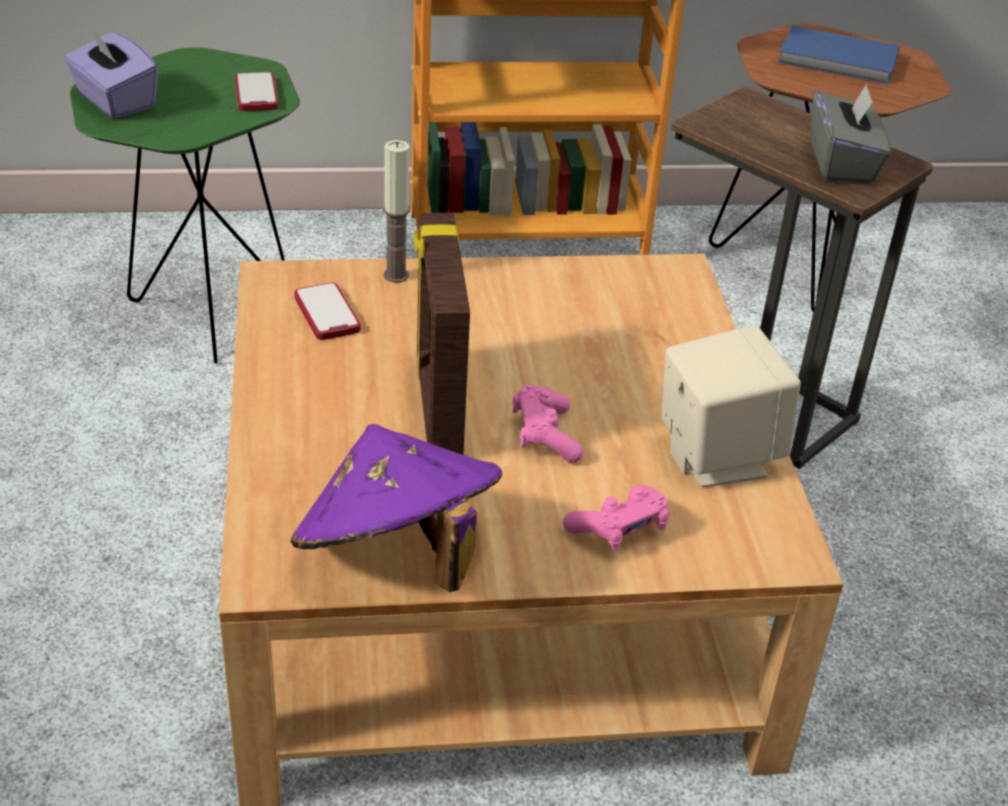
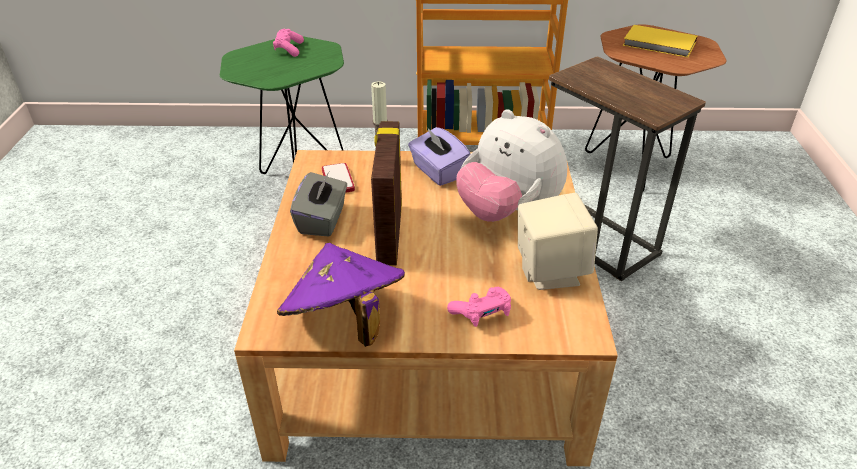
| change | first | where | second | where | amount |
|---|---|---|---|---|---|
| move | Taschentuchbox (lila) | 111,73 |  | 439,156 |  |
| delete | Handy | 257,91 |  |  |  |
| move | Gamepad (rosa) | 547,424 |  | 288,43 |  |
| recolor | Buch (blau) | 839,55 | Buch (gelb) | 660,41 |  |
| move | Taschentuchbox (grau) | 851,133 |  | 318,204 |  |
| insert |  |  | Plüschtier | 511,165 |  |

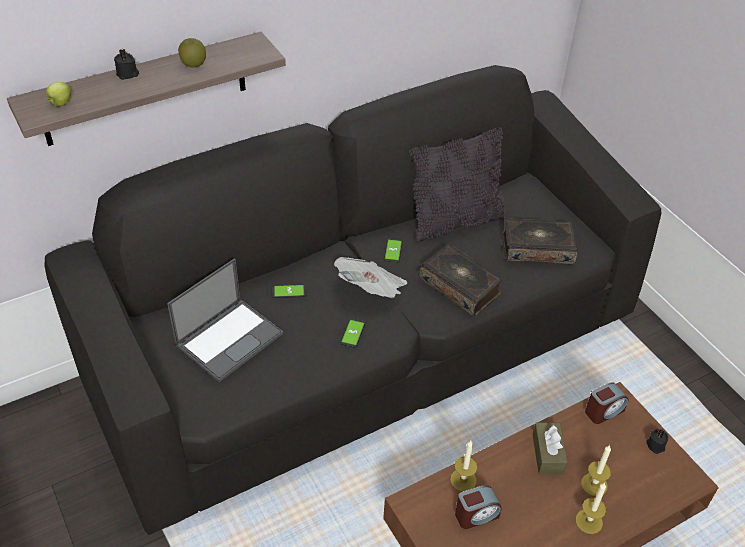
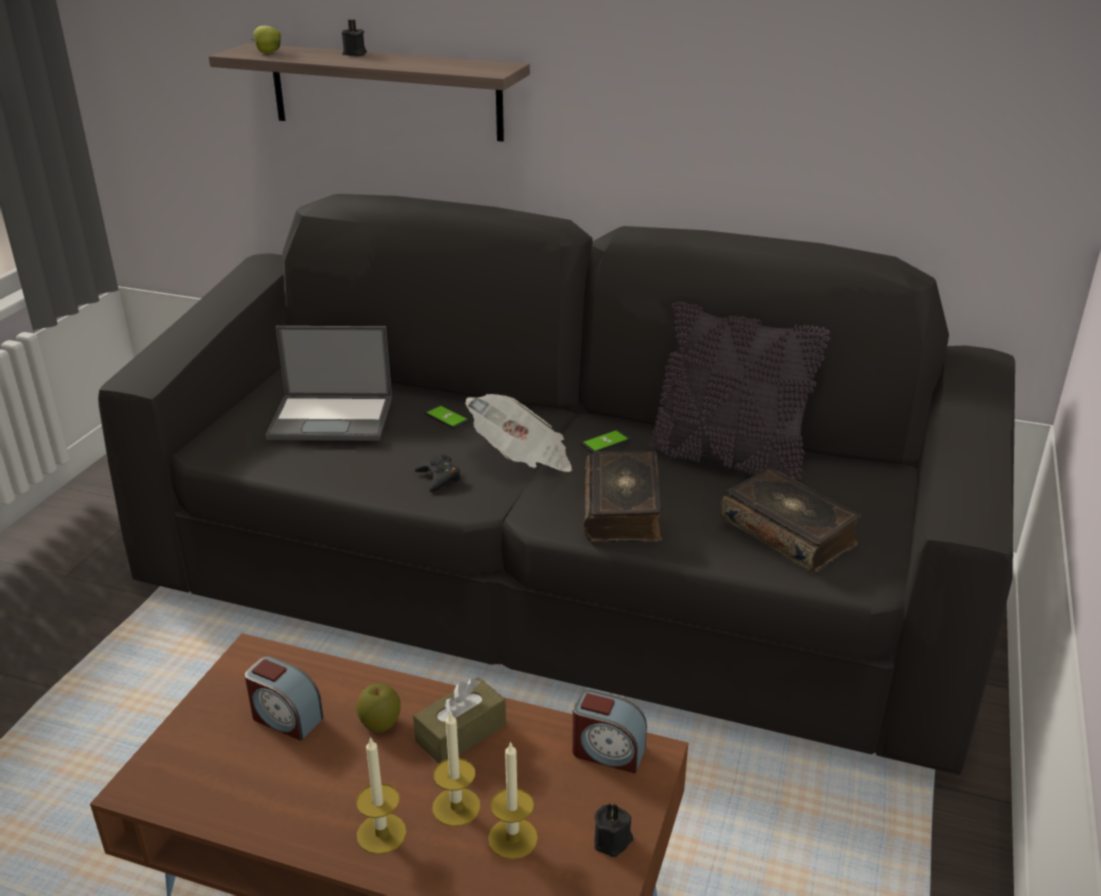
| change | first | where | second | where | amount |
|---|---|---|---|---|---|
| move | Apfel | 192,53 |  | 378,707 |  |
| replace | Handy | 353,333 | Gamepad (schwarz) | 437,473 |  |
| move | Kerze | 463,466 |  | 513,800 |  |

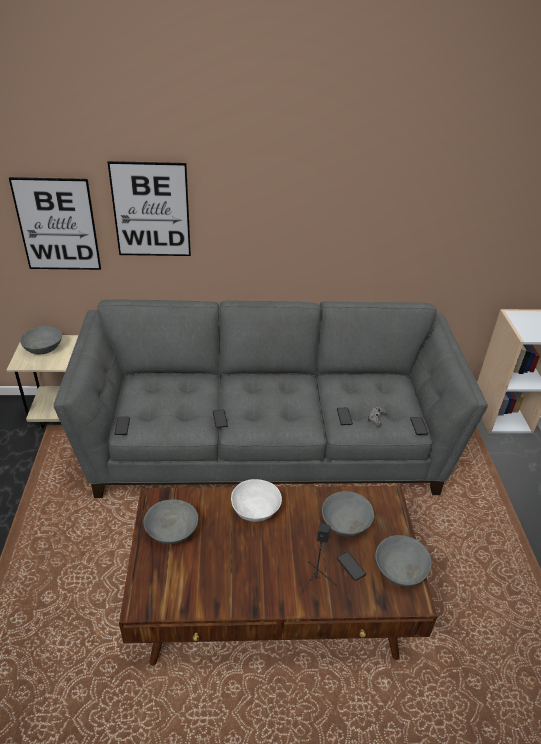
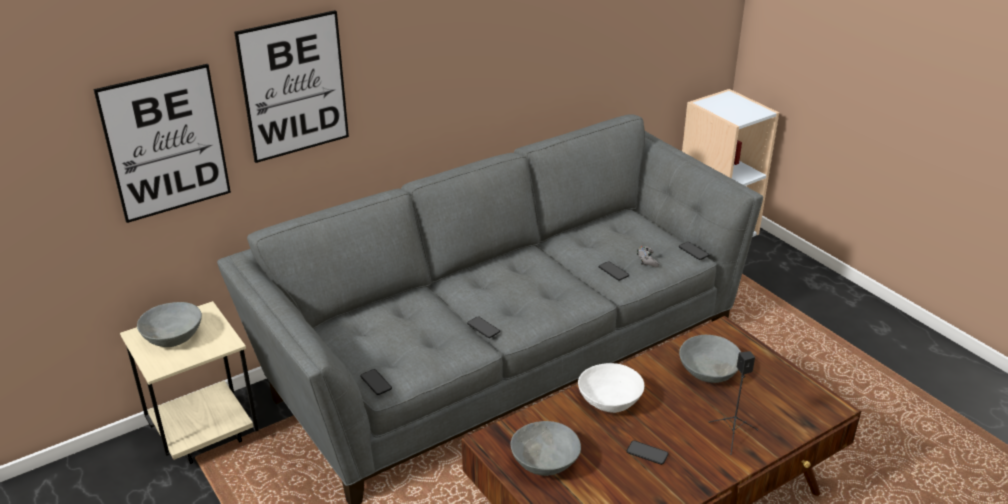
| change | first | where | second | where | amount |
|---|---|---|---|---|---|
| move | Handy | 351,566 |  | 648,452 |  |
| delete | Schüssel (grau) | 403,561 |  |  |  |

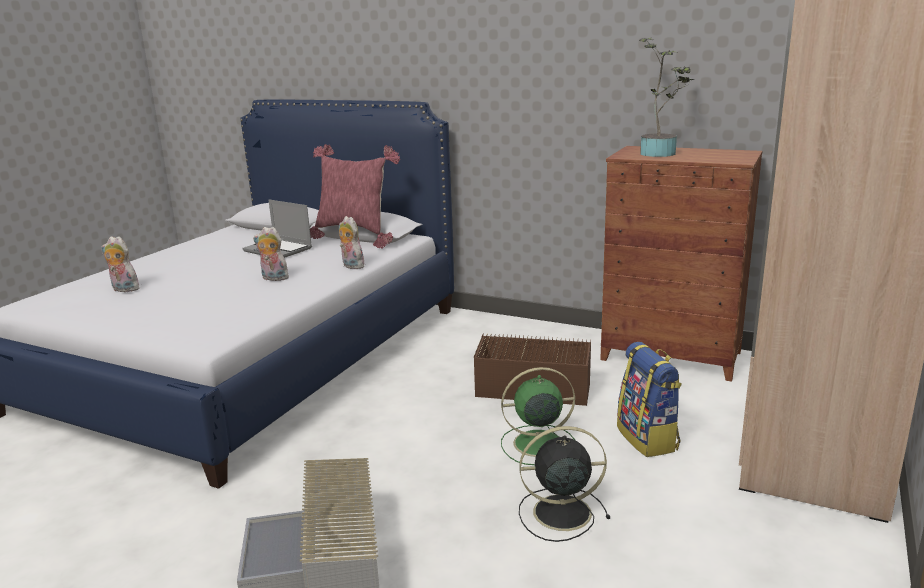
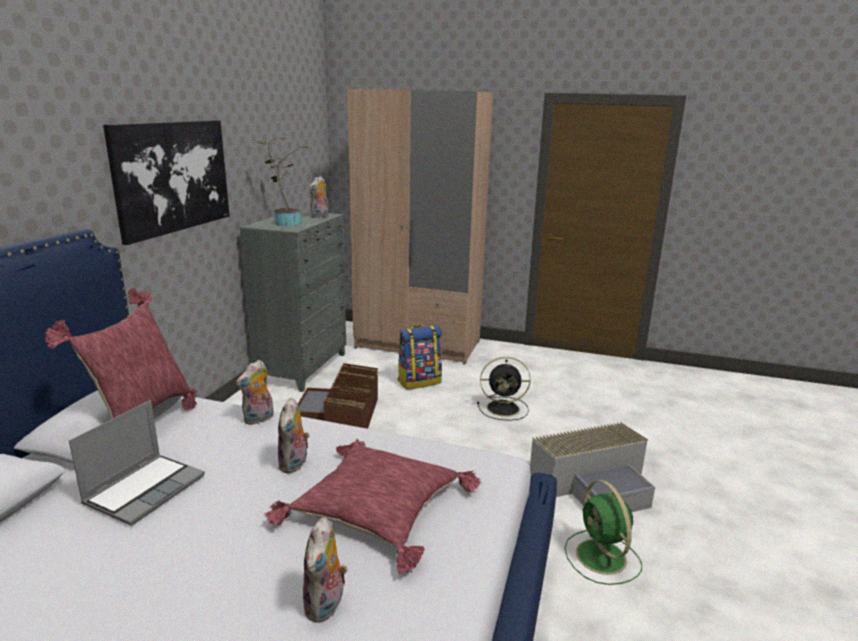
| change | first | where | second | where | amount |
|---|---|---|---|---|---|
| move | Ventilator (grün) | 538,416 |  | 603,532 |  |
| rotate | Ventilator (schwarz) | 564,484 |  | 504,389 | 75 degrees counterclockwise |
| recolor | Kommode (braun) | 681,264 | Kommode (grau) | 293,301 |  |
| insert |  |  | Bild | 166,182 |  |
| insert |  |  | Kissen (rot) | 372,506 |  |
| insert |  |  | Plüschtier | 319,197 |  |

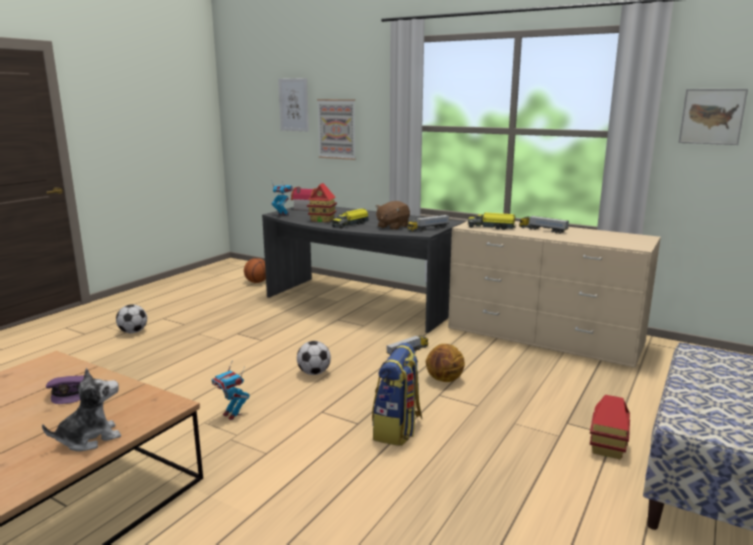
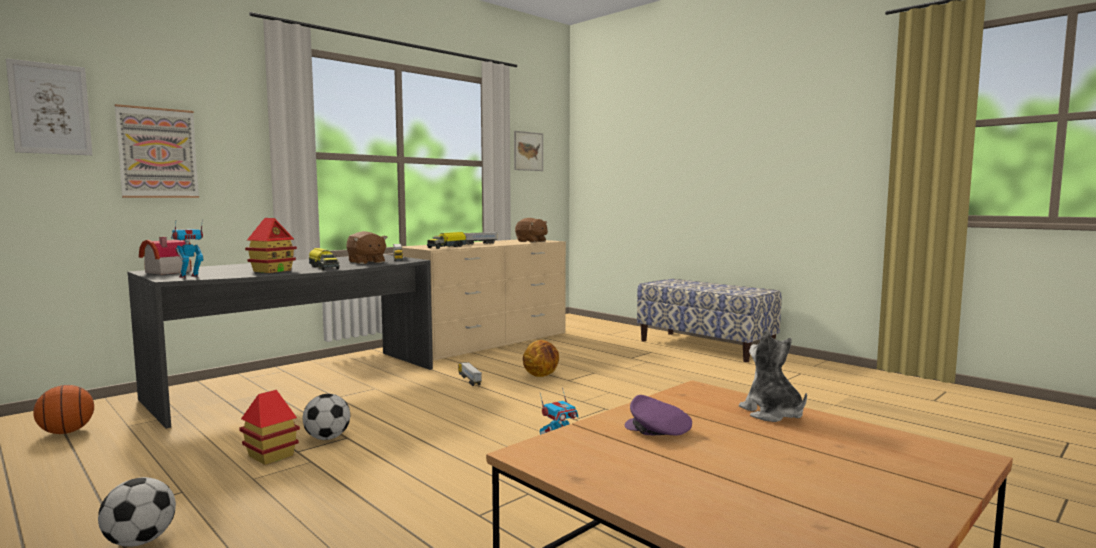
| change | first | where | second | where | amount |
|---|---|---|---|---|---|
| rotate | Kappe (lila) | 65,390 |  | 658,415 | 135 degrees counterclockwise |
| move | Fußball | 314,358 |  | 326,417 |  |
| delete | Rucksack | 397,394 |  |  |  |
| move | Spielzeughaus | 610,427 |  | 269,427 |  |
| insert |  |  | Plüschtier (braun) | 531,230 |  |

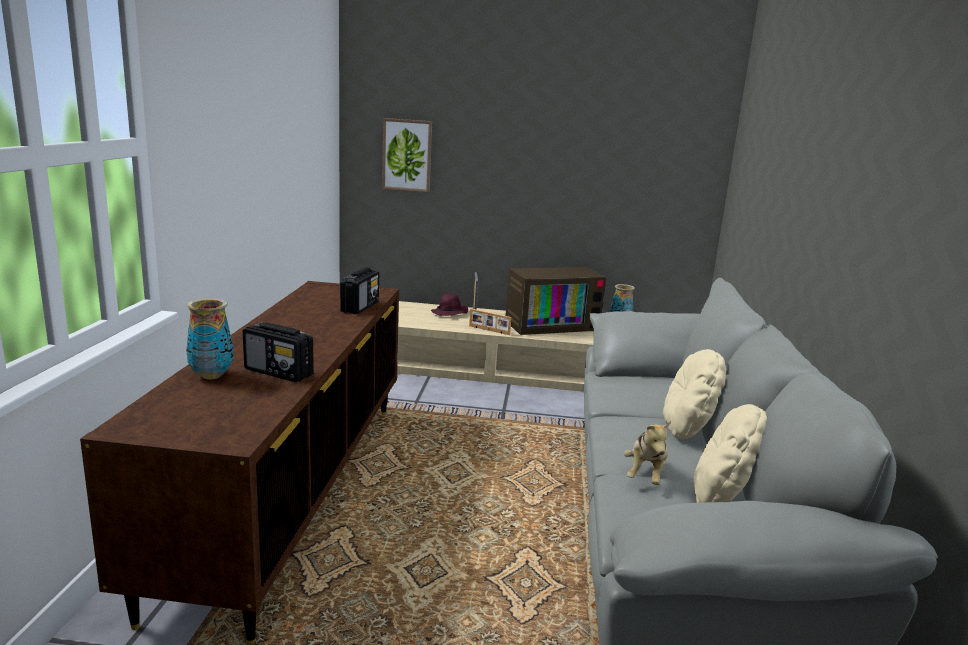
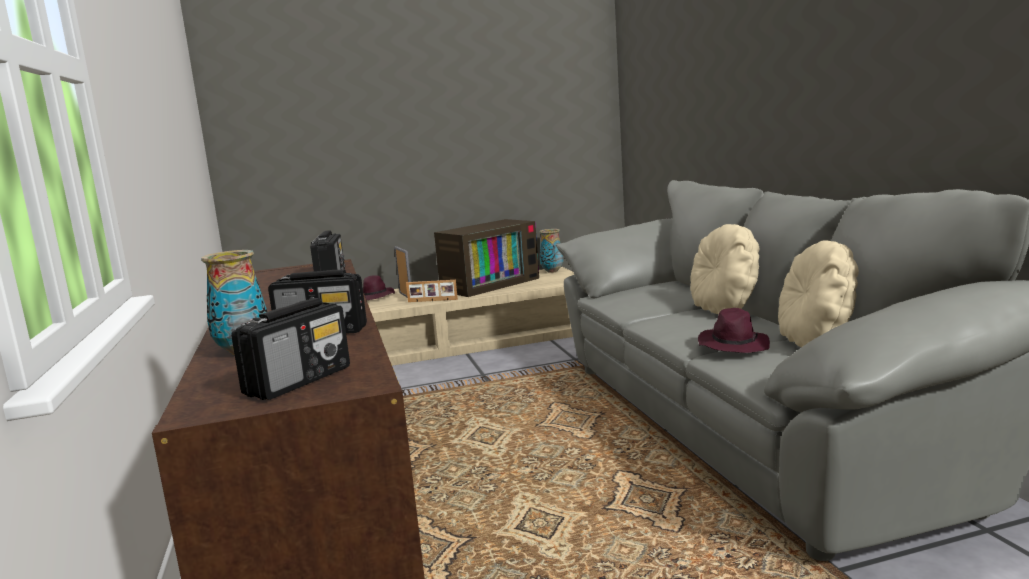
| change | first | where | second | where | amount |
|---|---|---|---|---|---|
| delete | Bild | 407,155 |  |  |  |
| replace | Plüschtier | 647,453 | Hut (lila) | 734,330 |  |
| insert |  |  | Radio | 290,349 |  |

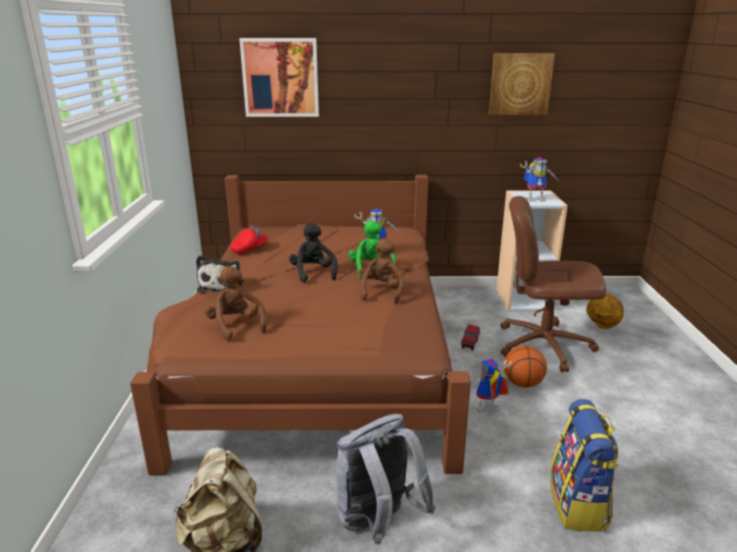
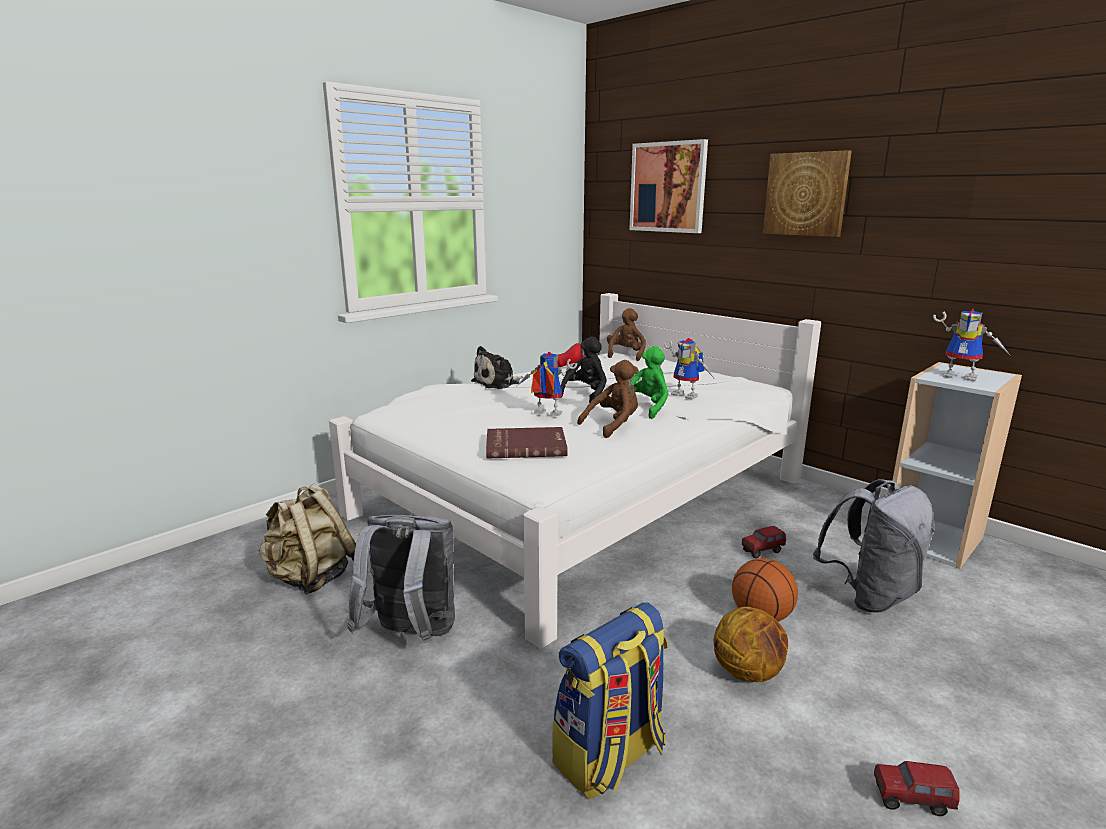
| change | first | where | second | where | amount |
|---|---|---|---|---|---|
| recolor | Bett (braun) | 300,325 | Bett (weiß) | 575,471 |  |
| move | Plüschtier (braun) | 236,303 |  | 626,334 |  |
| move | Spielzeugroboter | 491,385 |  | 547,384 |  |
| move | Bild | 522,84 |  | 807,193 |  |
| replace | Bürostuhl (braun) | 553,284 | Rucksack (grau) | 874,546 |  |
| move | Basketball | 605,311 |  | 751,644 |  |
| insert |  |  | Buch (rot) | 527,443 |  |
| insert |  |  | Spielzeuglaster | 916,788 |  |

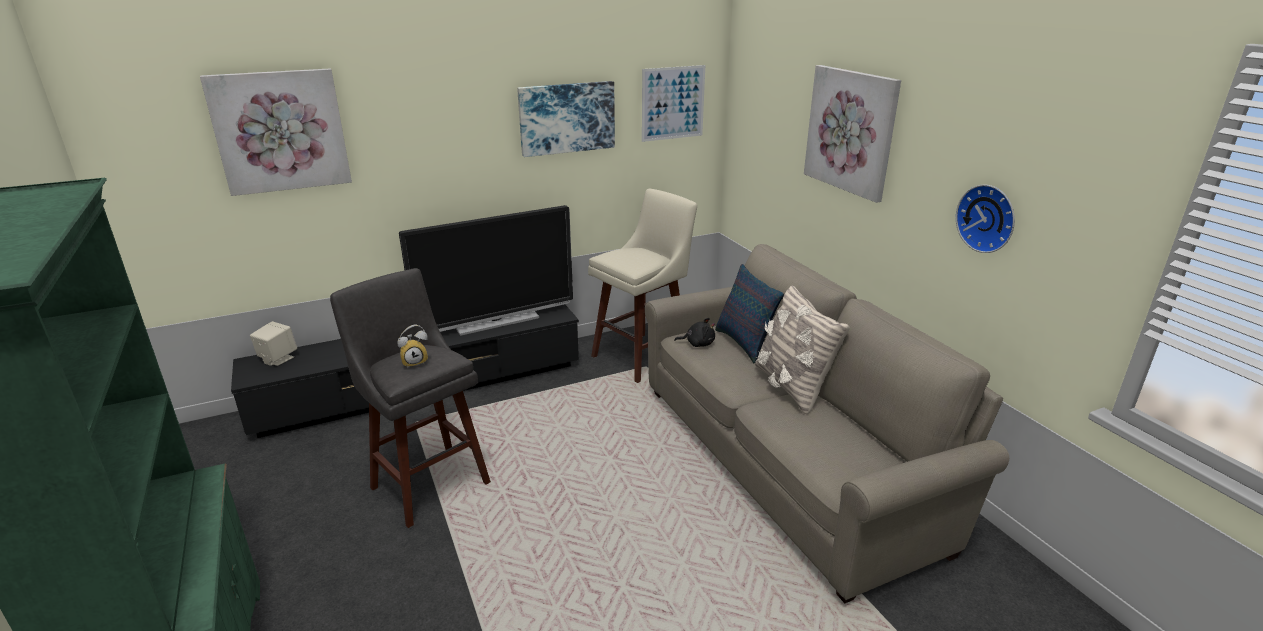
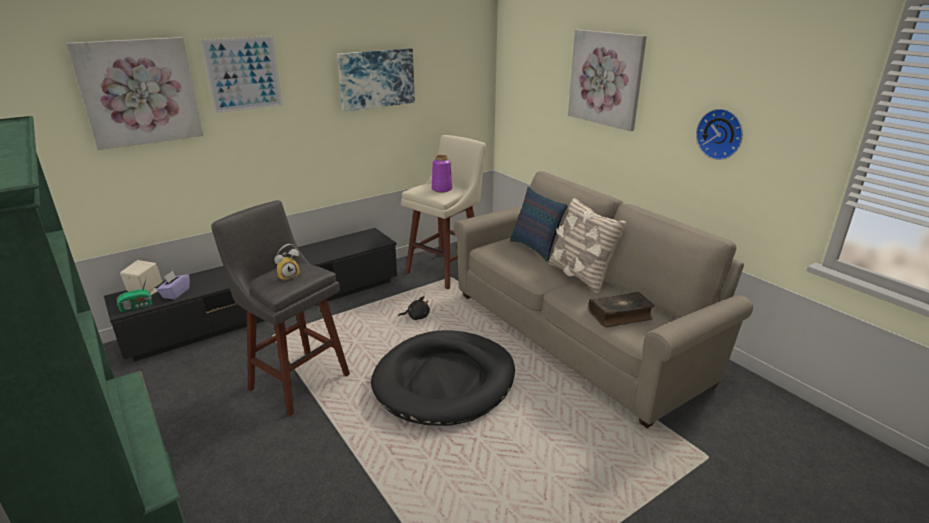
| change | first | where | second | where | amount |
|---|---|---|---|---|---|
| delete | Fernseher | 486,270 |  |  |  |
| move | Bild | 673,103 |  | 242,74 |  |
| move | Plüschtier (schwarz) | 694,332 |  | 414,308 |  |
| insert |  |  | Radio | 134,294 |  |
| insert |  |  | Taschentuchbox (lila) | 173,285 |  |
| insert |  |  | Hundebett (schwarz) | 443,378 |  |
| insert |  |  | Vase (lila) | 442,173 |  |
| insert |  |  | Buch | 621,309 |  |

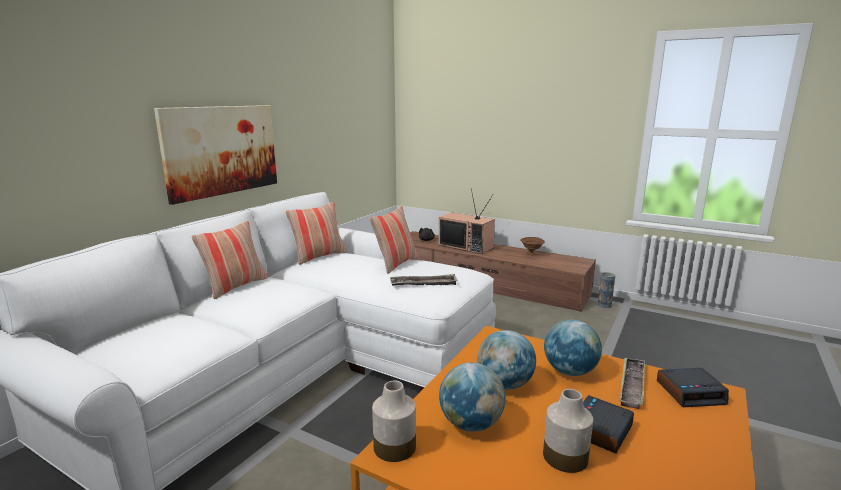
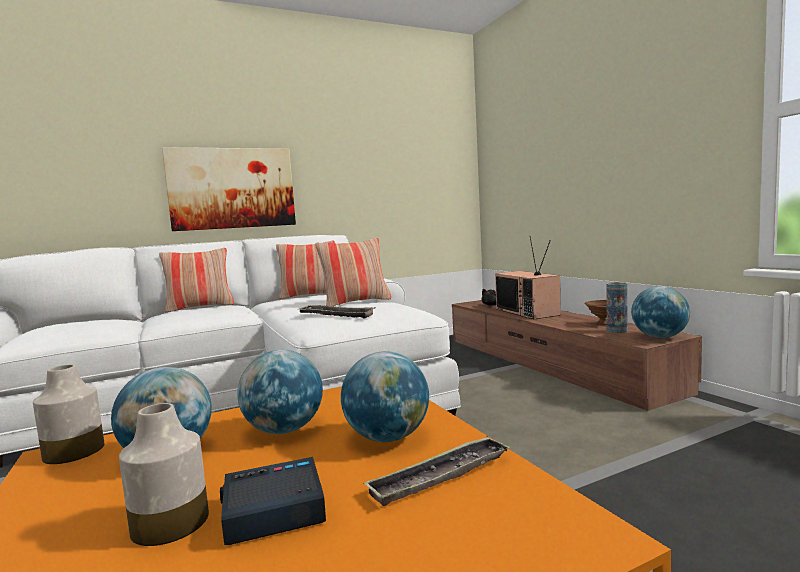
| change | first | where | second | where | amount |
|---|---|---|---|---|---|
| move | Vase | 606,290 |  | 617,307 |  |
| delete | Wecker | 693,387 |  |  |  |
| insert |  |  | Globus | 660,312 |  |

